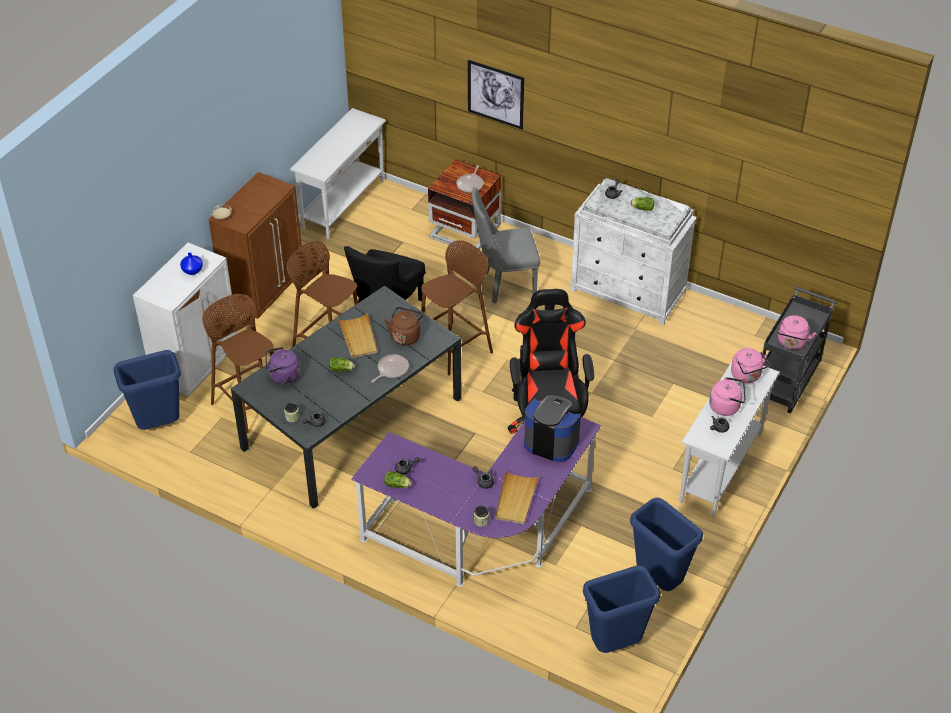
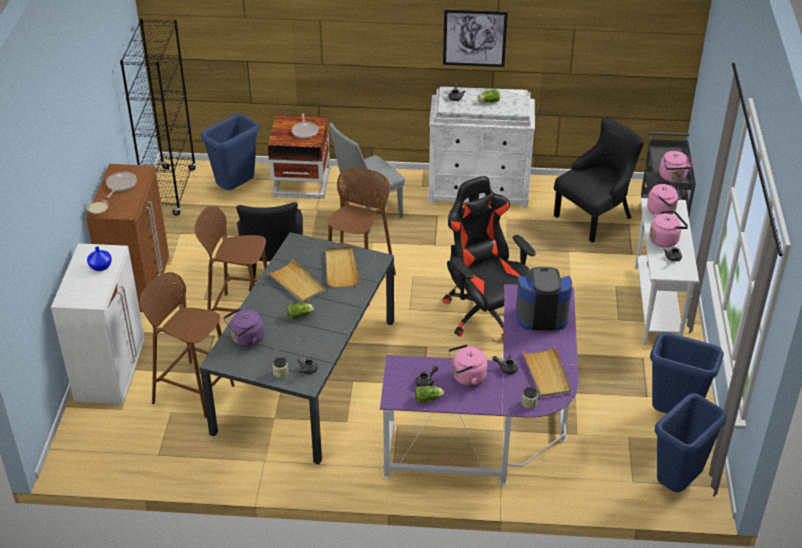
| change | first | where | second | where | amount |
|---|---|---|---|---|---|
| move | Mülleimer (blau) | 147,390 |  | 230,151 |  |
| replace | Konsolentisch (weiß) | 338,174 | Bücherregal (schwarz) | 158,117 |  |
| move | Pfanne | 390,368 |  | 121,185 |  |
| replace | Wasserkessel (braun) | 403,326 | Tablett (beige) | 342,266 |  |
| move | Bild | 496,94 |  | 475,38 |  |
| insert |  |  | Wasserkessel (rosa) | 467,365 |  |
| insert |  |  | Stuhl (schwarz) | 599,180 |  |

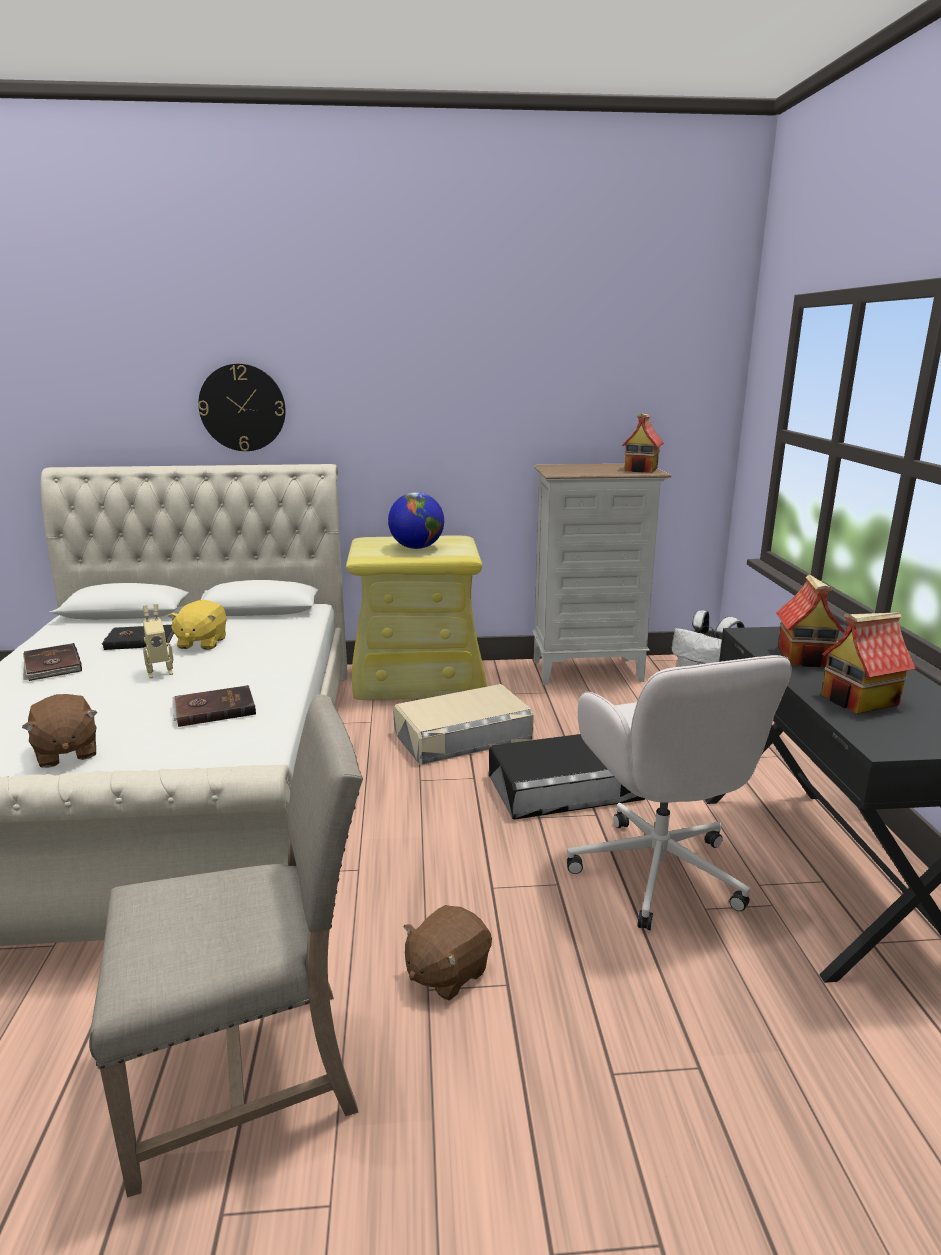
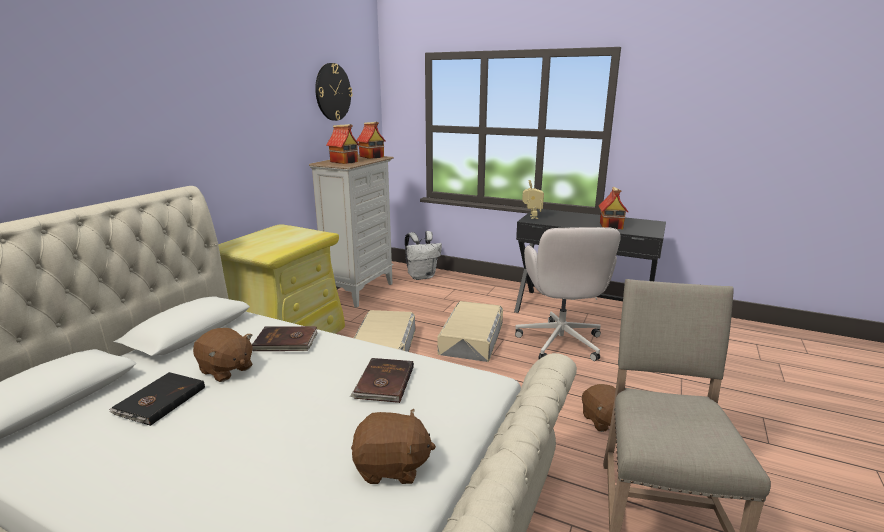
| change | first | where | second | where | amount |
|---|---|---|---|---|---|
| move | Buch (braun) | 52,662 |  | 285,338 |  |
| move | Spielzeugroboter | 158,641 |  | 533,199 |  |
| recolor | Plüschtier (gelb) | 197,625 | Plüschtier (braun) | 223,355 |  |
| move | Wanduhr | 242,407 |  | 333,92 |  |
| delete | Globus | 416,520 |  |  |  |
| recolor | Aufbewahrungsbox (schwarz) | 567,776 | Aufbewahrungsbox (beige) | 470,331 |  |
| rotate | Bürostuhl (weiß) | 679,792 |  | 568,294 | 75 degrees clockwise |
| move | Spielzeughaus | 810,620 |  | 342,144 |  |

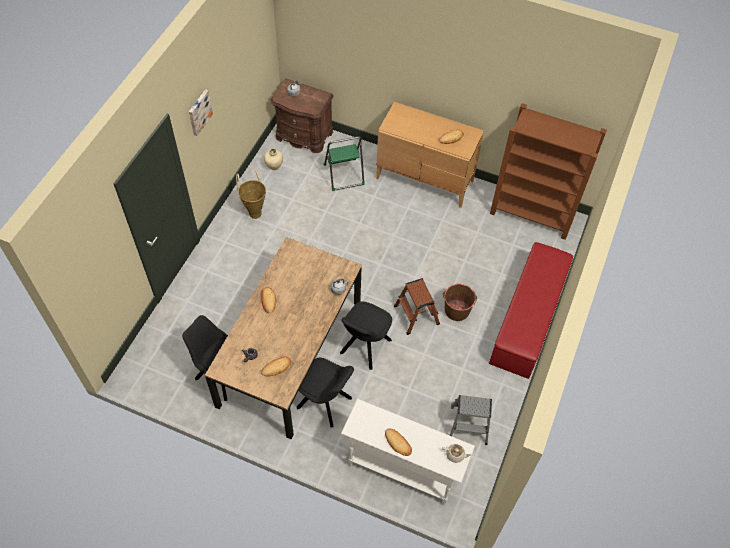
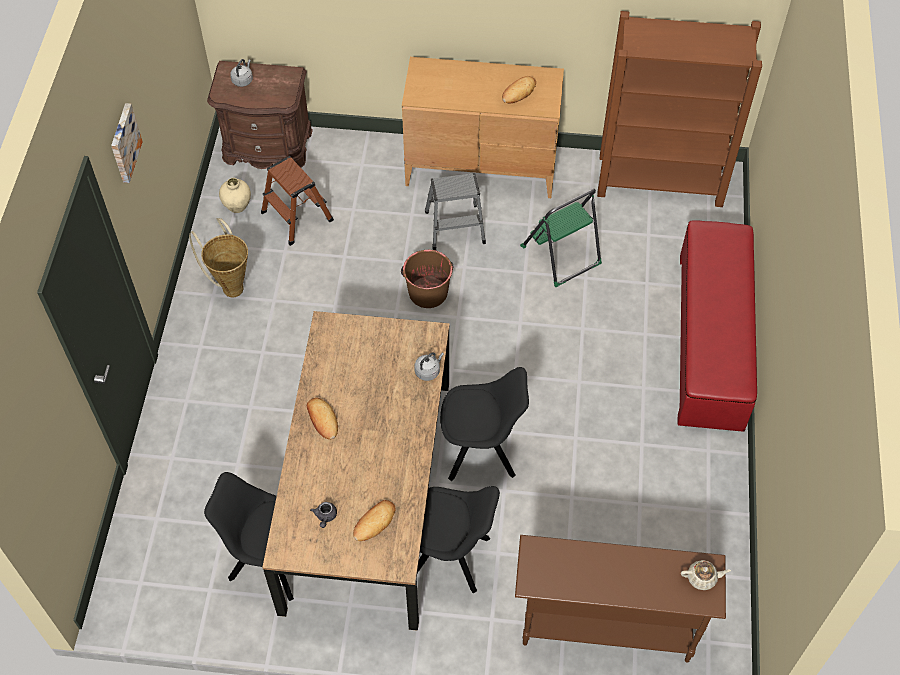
| change | first | where | second | where | amount |
|---|---|---|---|---|---|
| move | Trittleiter (grün) | 344,163 |  | 561,238 |  |
| rotate | Stuhl (schwarz) | 366,336 |  | 484,424 | 105 degrees counterclockwise |
| recolor | Konsolentisch (weiß) | 408,452 | Konsolentisch (braun) | 620,598 |  |
| delete | Brot | 398,442 |  |  |  |
| move | Trittleiter (braun) | 417,306 |  | 297,201 |  |
| move | Eimer (braun) | 460,302 |  | 427,279 |  |
| move | Trittleiter (grau) | 470,420 |  | 455,211 |  |

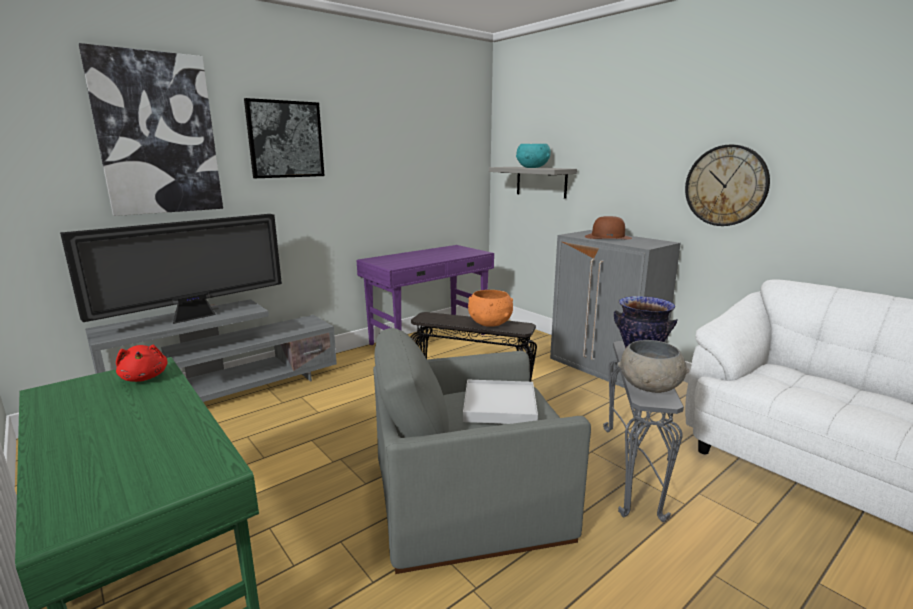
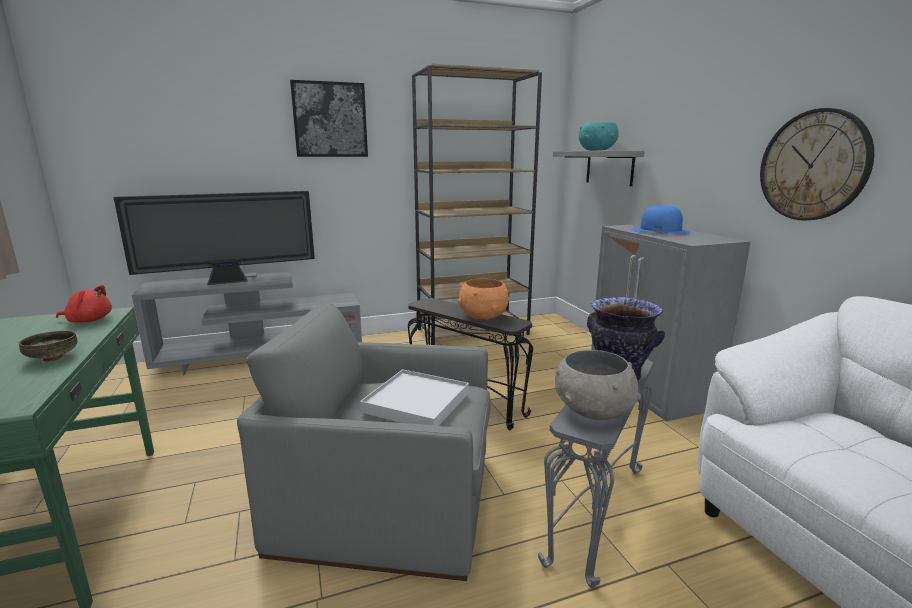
| change | first | where | second | where | amount |
|---|---|---|---|---|---|
| delete | Bild | 151,129 |  |  |  |
| rotate | Plüschtier (rot) | 142,363 |  | 84,304 | 75 degrees counterclockwise |
| replace | Konsolentisch (lila) | 425,295 | Bücherregal (braun) | 477,204 |  |
| recolor | Hut (braun) | 608,227 | Hut (blau) | 661,219 |  |
| insert |  |  | Schüssel | 48,346 |  |

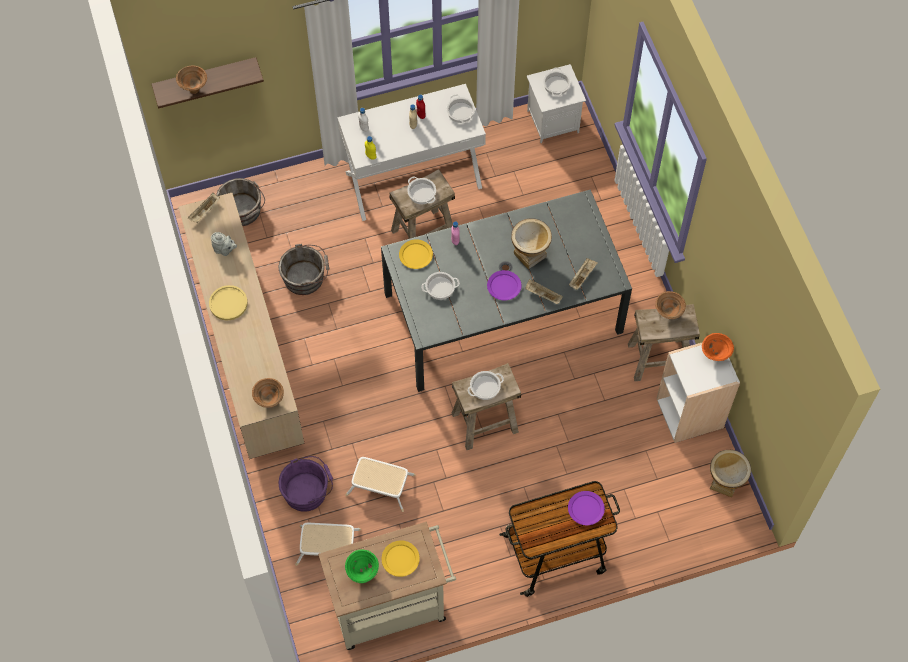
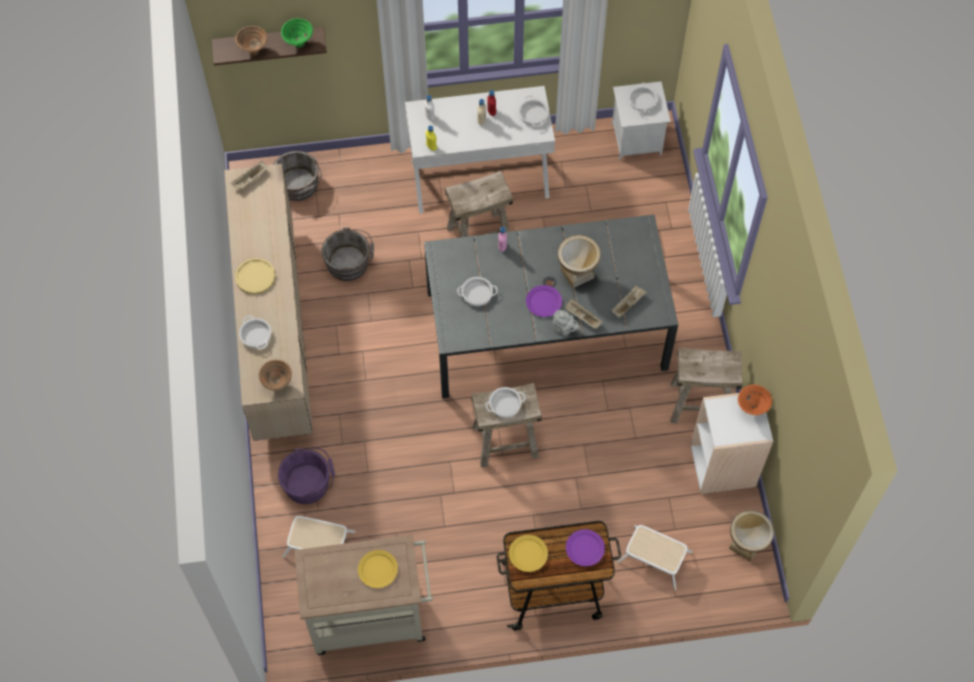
| change | first | where | second | where | amount |
|---|---|---|---|---|---|
| move | Teekanne (grau) | 224,244 |  | 566,323 |  |
| move | Trittleiter (beige) | 380,484 |  | 654,557 |  |
| move | Schüssel (grün) | 362,566 |  | 297,33 |  |
| move | Teller (gelb) | 416,254 |  | 528,553 |  |
| move | Kochtopf | 421,190 |  | 255,332 |  |
| delete | Schüssel (braun) | 670,305 |  |  |  |

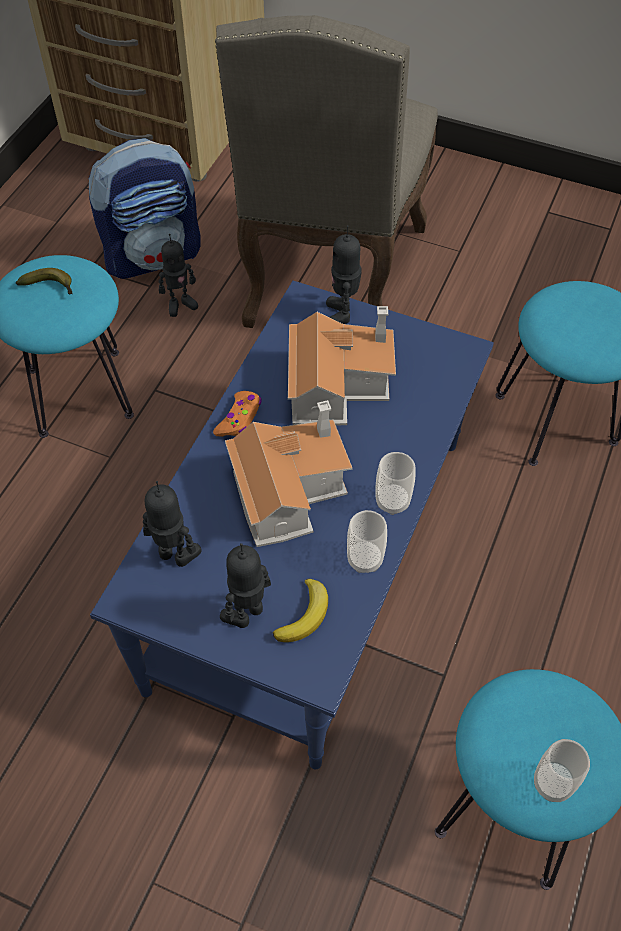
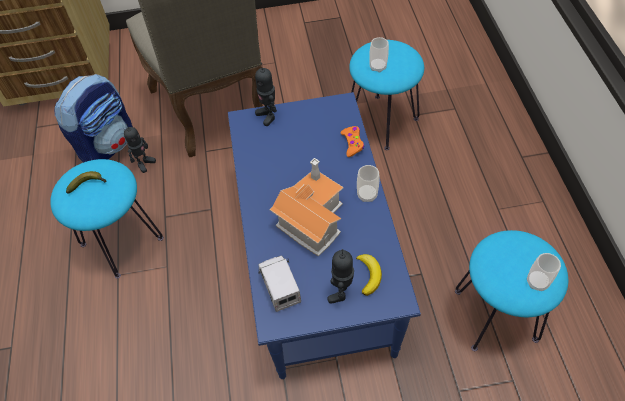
| change | first | where | second | where | amount |
|---|---|---|---|---|---|
| replace | Spielzeugroboter | 172,524 | Spielzeuglaster | 279,284 |  |
| move | Gamepad (orange) | 237,414 |  | 352,141 |  |
| delete | Spielzeughaus | 342,366 |  |  |  |
| move | Tasse | 367,541 |  | 379,54 |  |

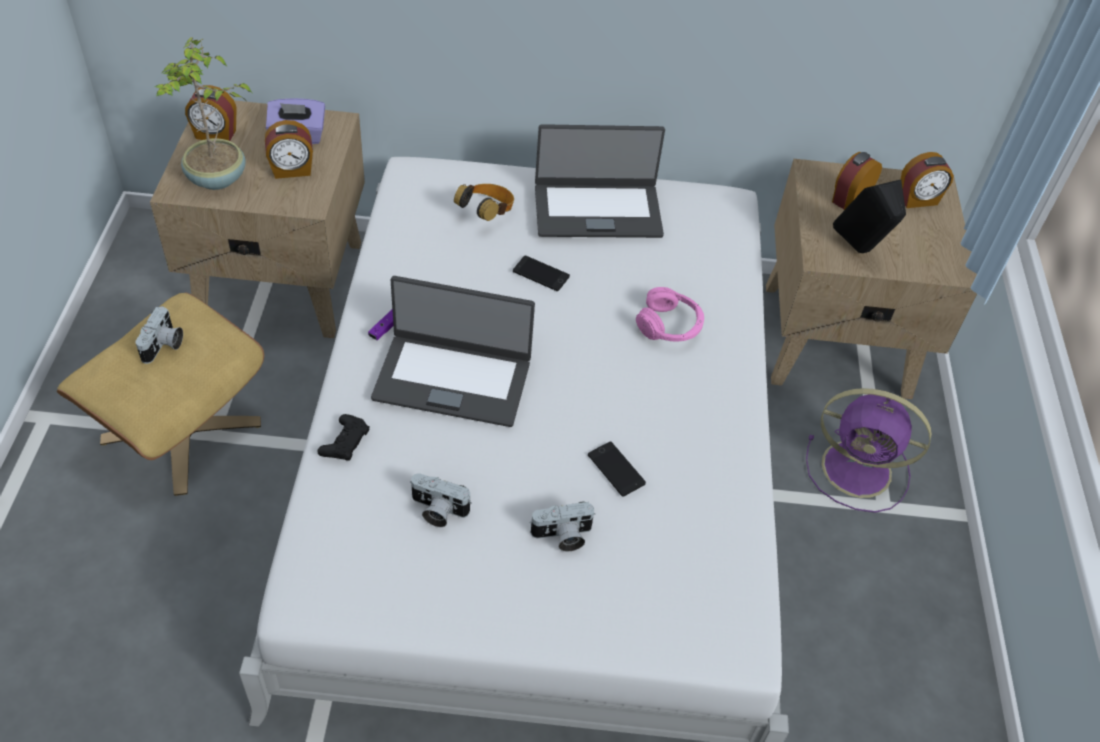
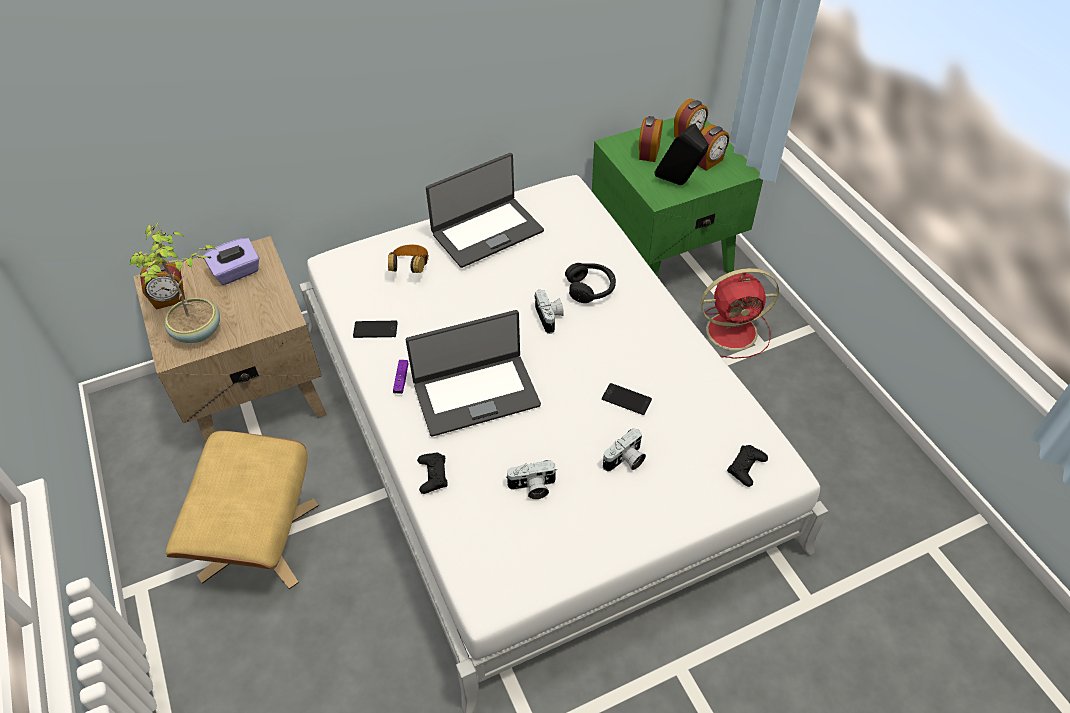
| change | first | where | second | where | amount |
|---|---|---|---|---|---|
| move | Kamera | 159,335 |  | 549,312 |  |
| move | Wecker | 289,149 |  | 713,147 |  |
| move | Handy | 541,273 |  | 375,329 |  |
| recolor | Kopfhörer (rosa) | 670,314 | Kopfhörer (schwarz) | 590,283 |  |
| recolor | Nachttisch (beige) | 871,279 | Nachttisch (grün) | 677,197 |  |
| recolor | Ventilator (lila) | 869,450 | Ventilator (rot) | 740,313 |  |
| insert |  |  | Gamepad (schwarz) | 747,466 |  |

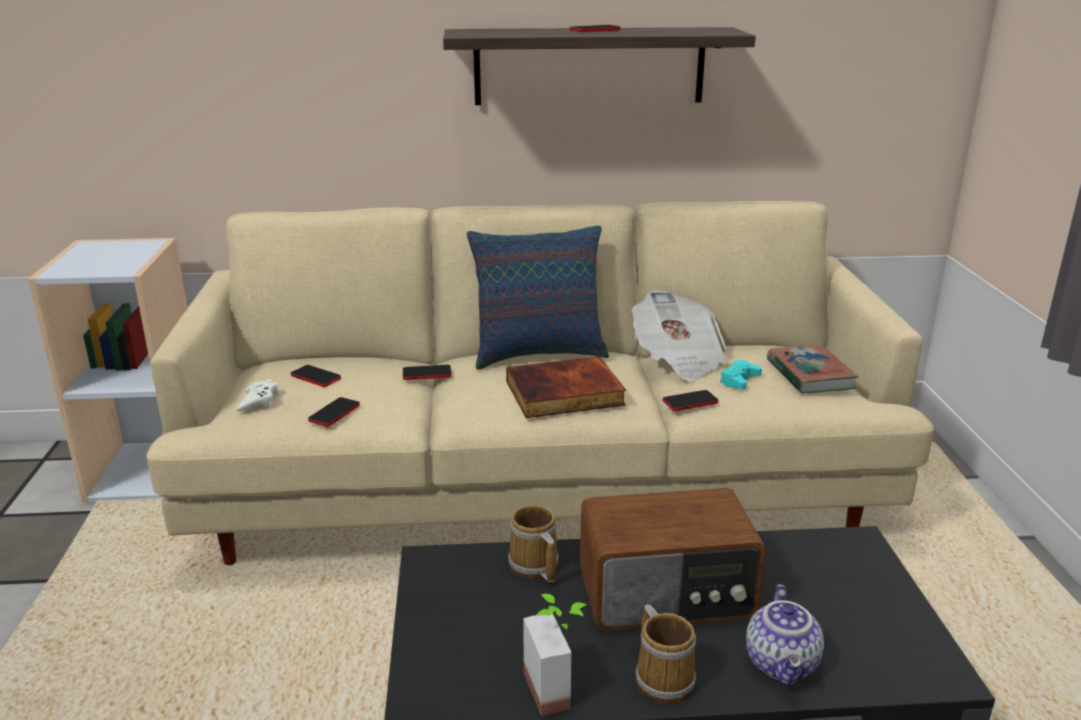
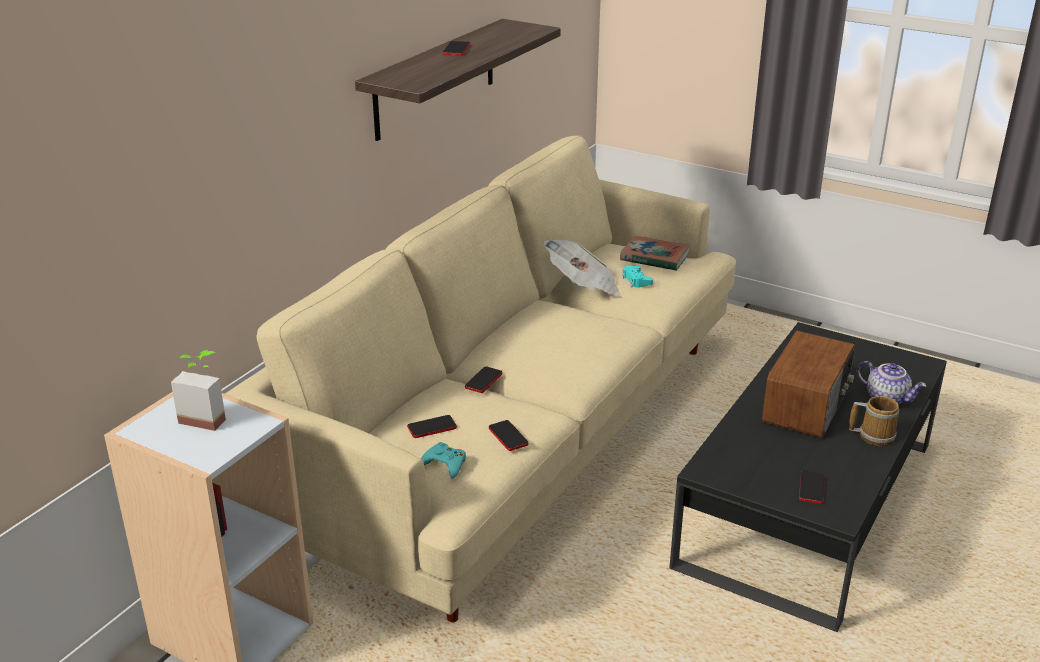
| change | first | where | second | where | amount |
|---|---|---|---|---|---|
| recolor | Gamepad (weiß) | 257,395 | Gamepad (türkis) | 443,460 |  |
| delete | Kissen (blau) | 538,298 |  |  |  |
| delete | Buch | 566,387 |  |  |  |
| delete | Henkelbecher | 533,543 |  |  |  |
| move | Topfpflanze | 555,655 |  | 198,390 |  |
| move | Handy | 691,400 |  | 812,487 |  |

